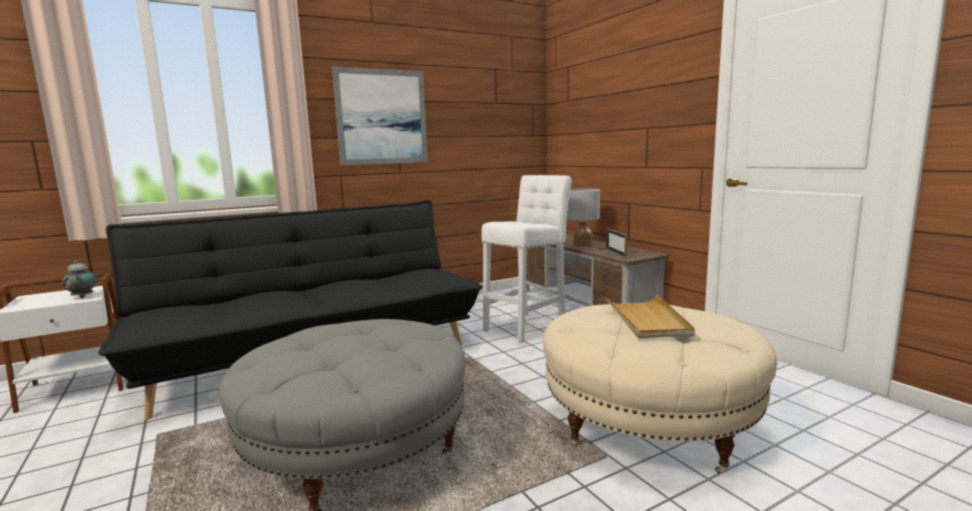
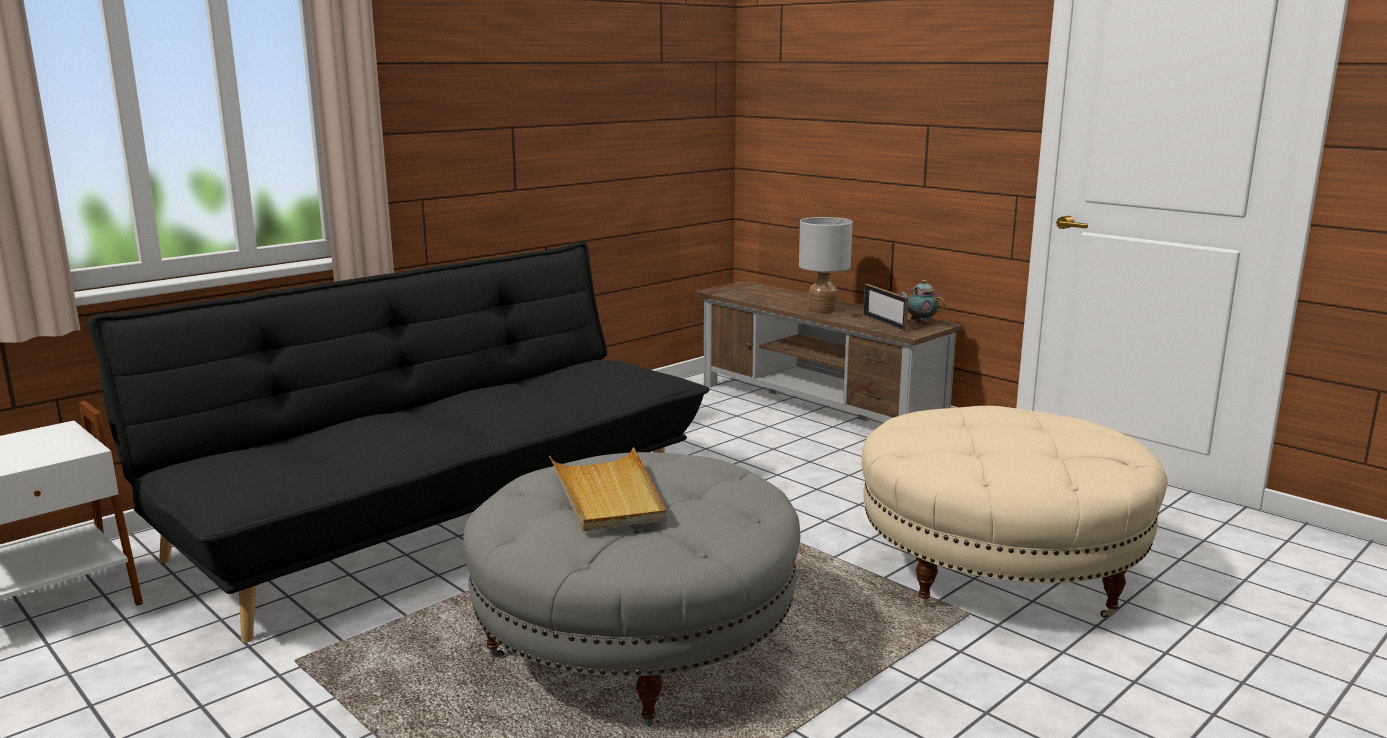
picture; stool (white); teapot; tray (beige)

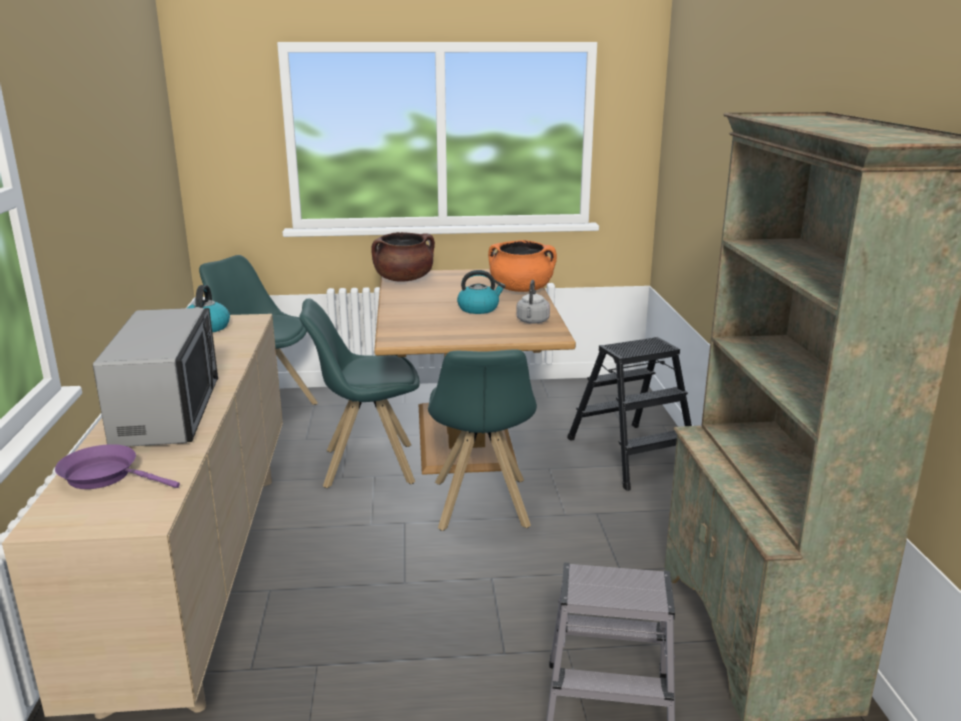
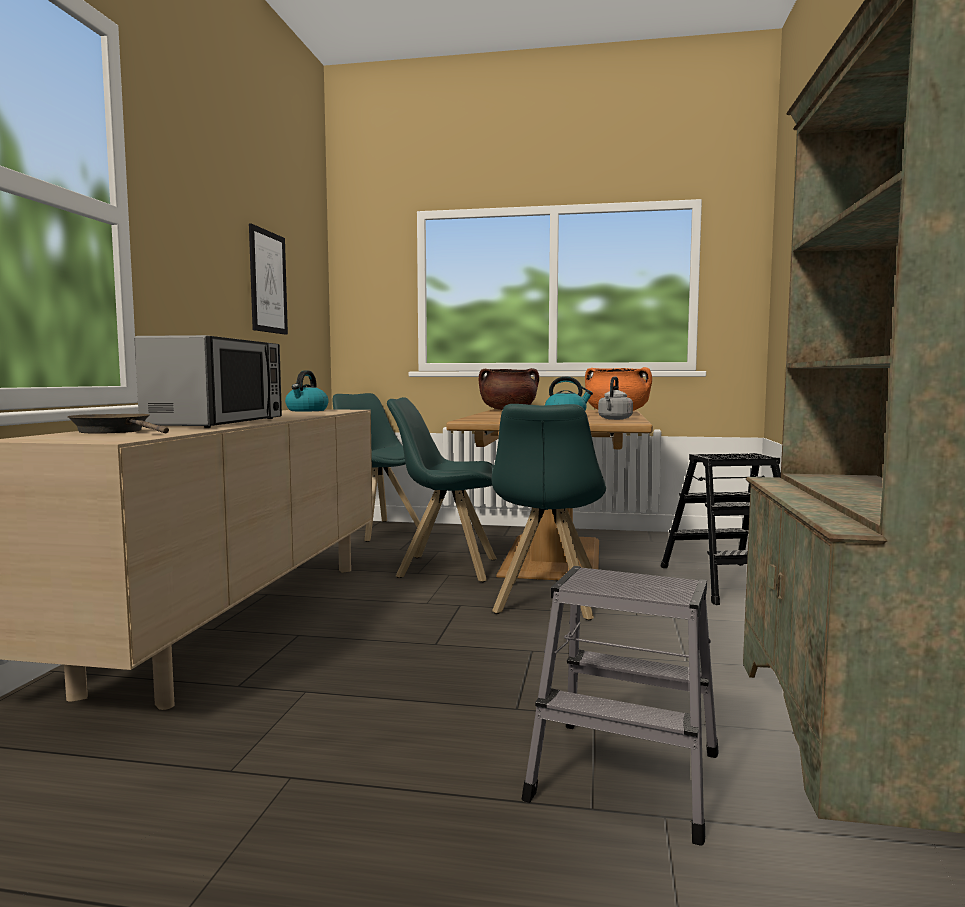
picture; frying pan (brown)

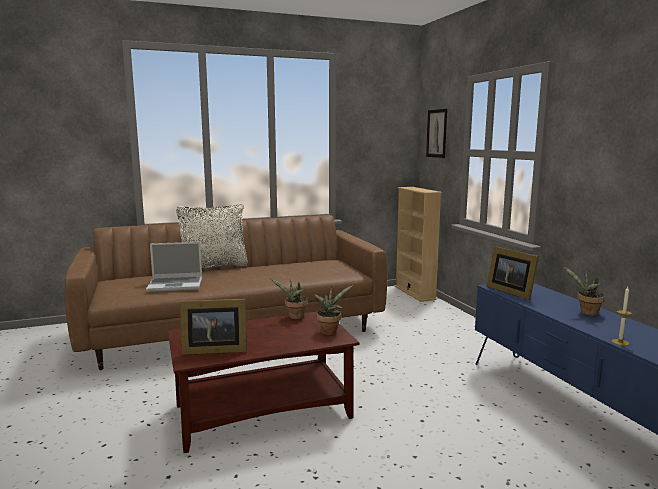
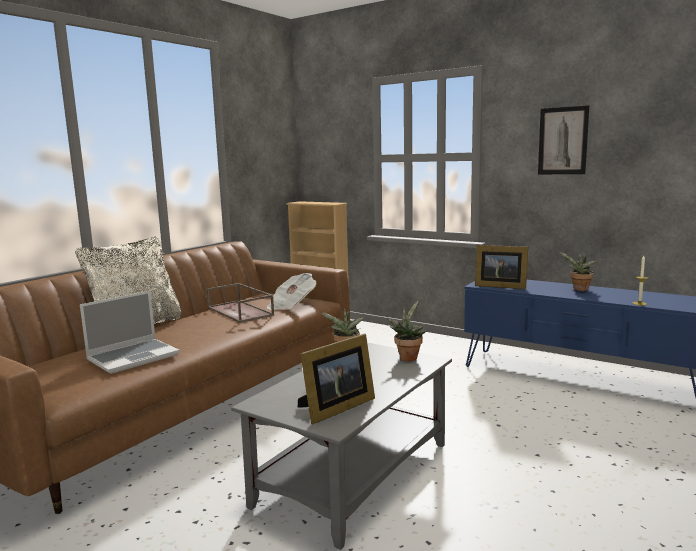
tray (brown); newspaper; picture; coffee table (grey)

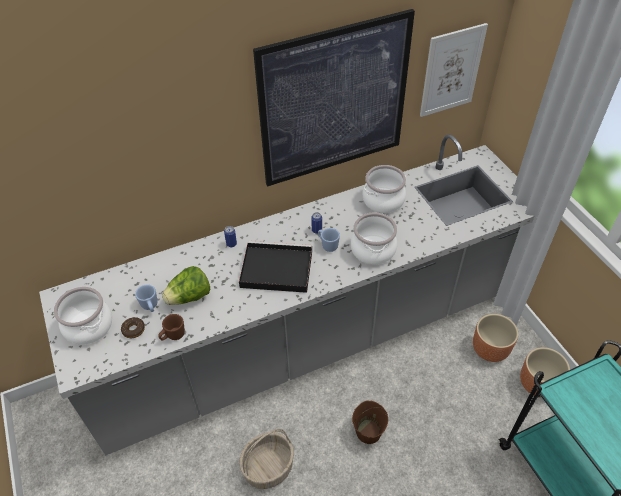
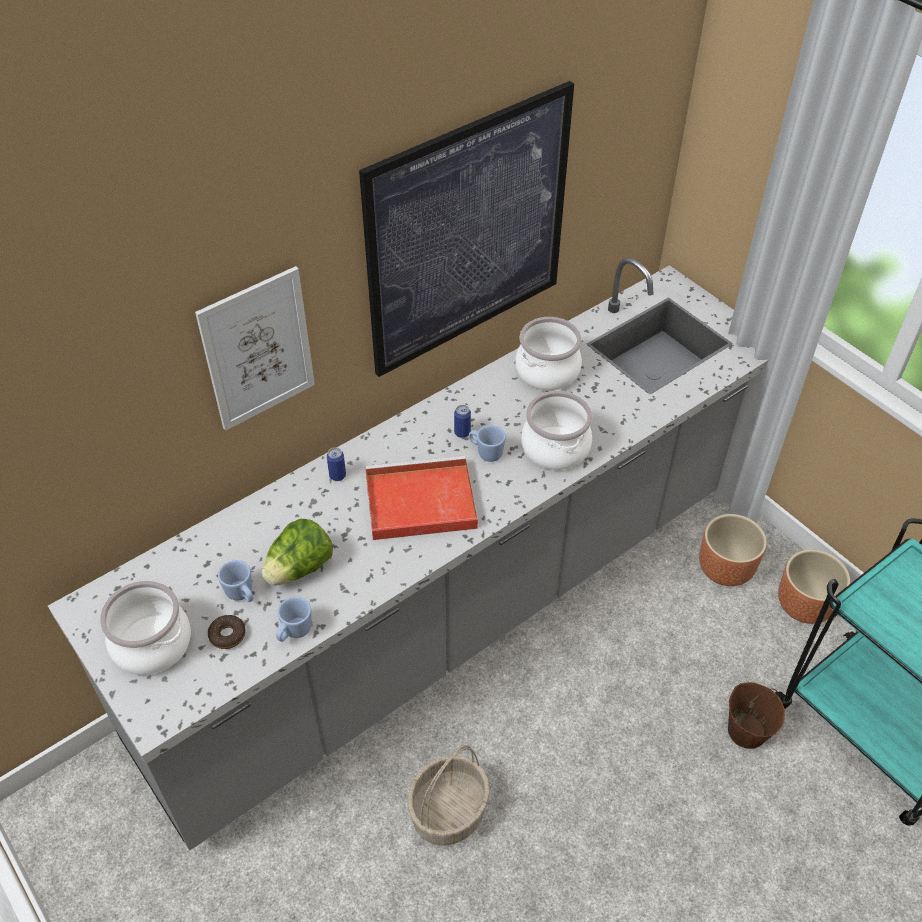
bucket (brown); picture (no. 1 from left); mug (blue) (no. 2 from left); tray (red)

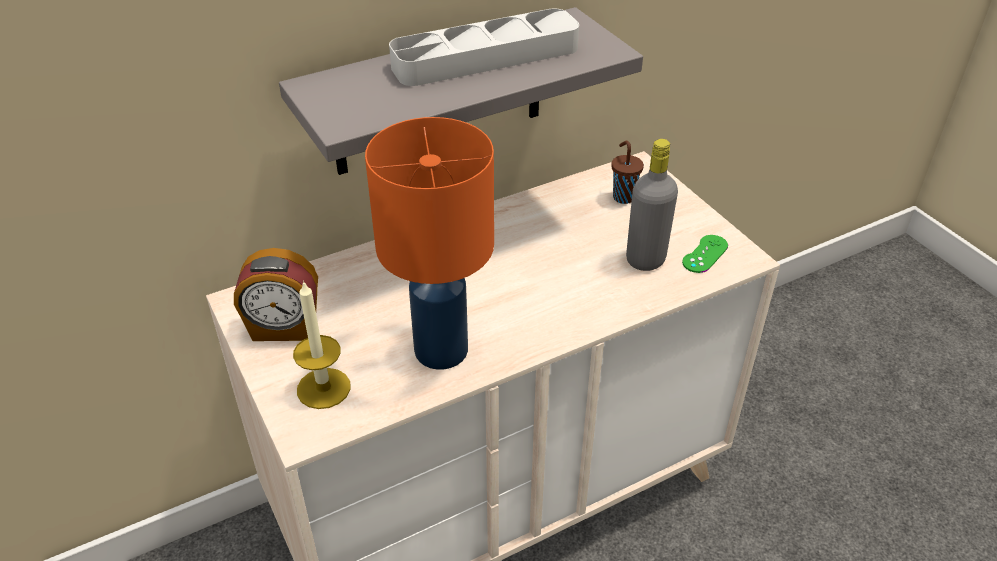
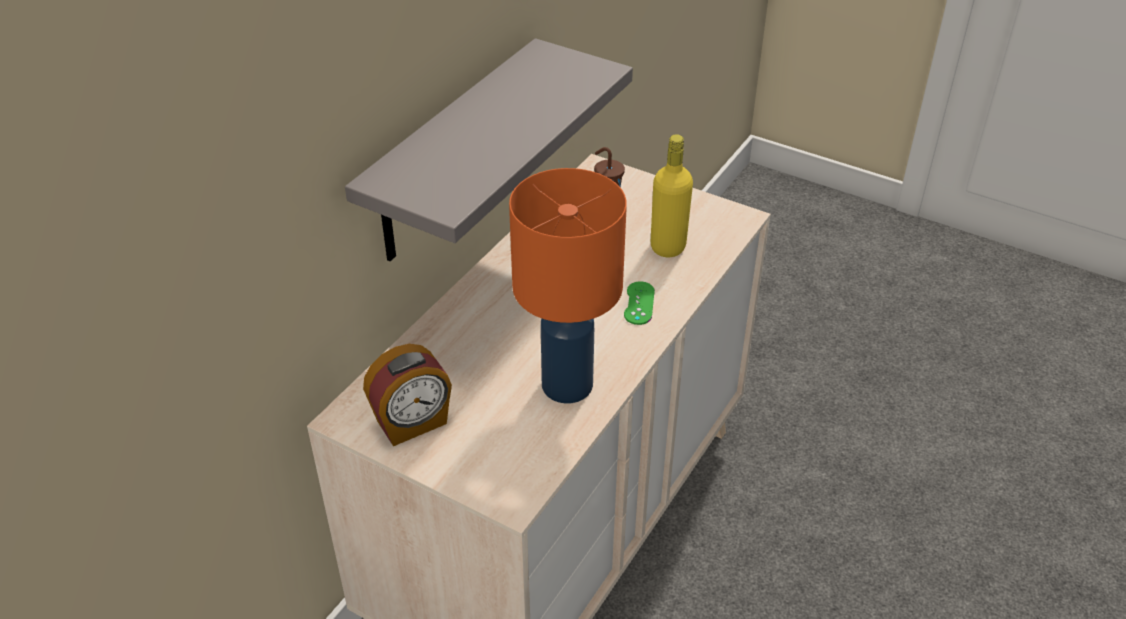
candle; tray (grey); game controller (green); bottle (yellow)

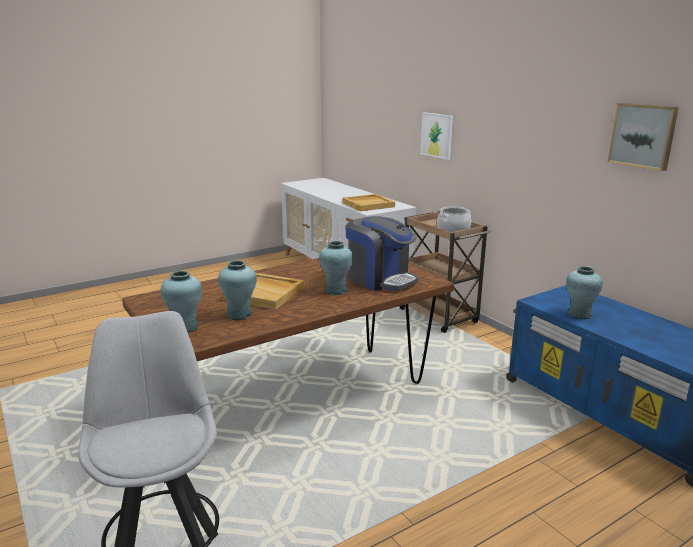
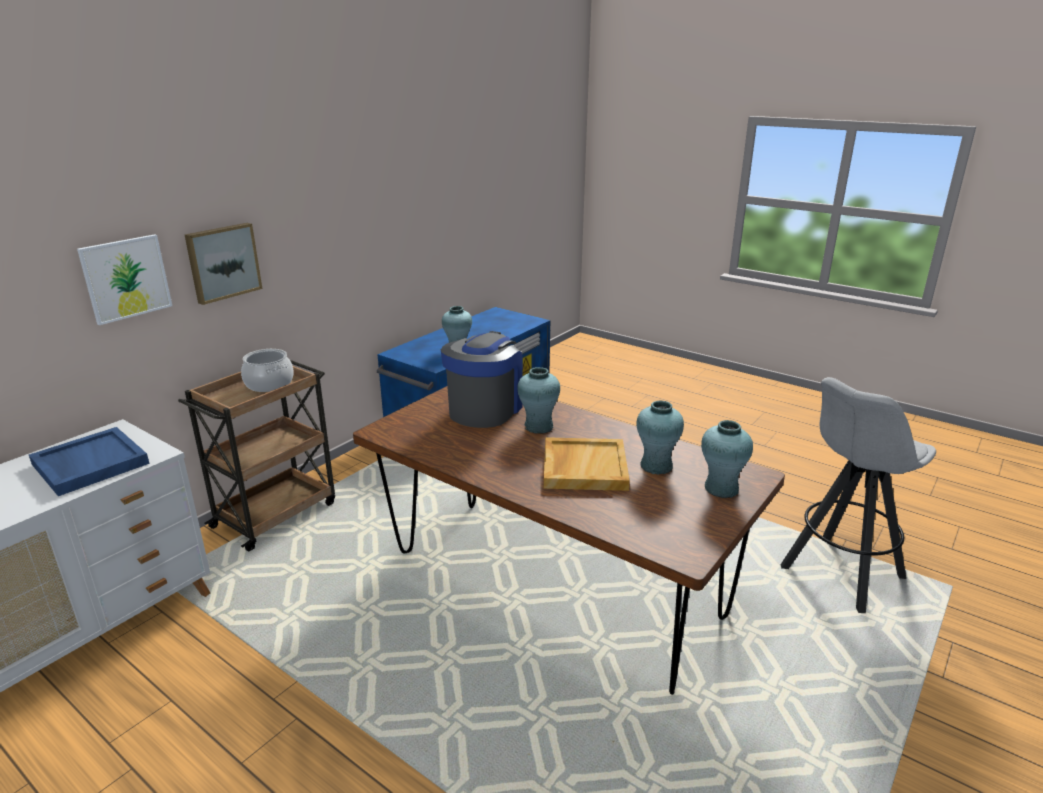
picture (no. 2 from left); tray (blue)

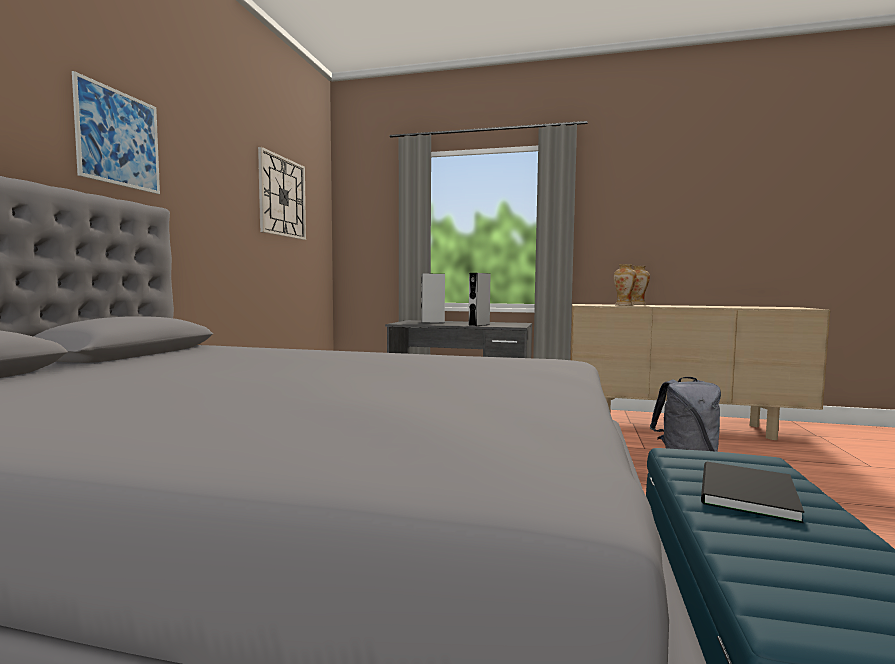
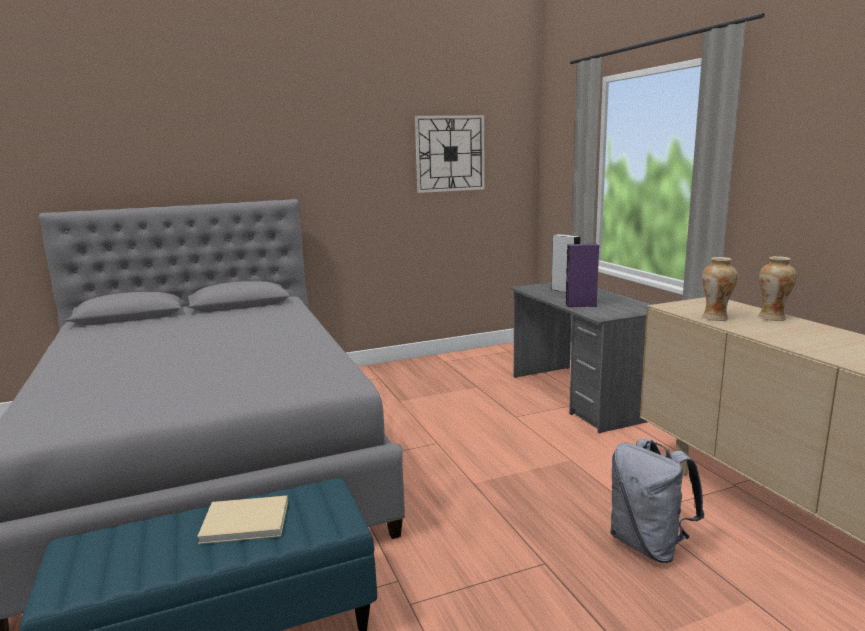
picture; speaker (purple); book (beige)

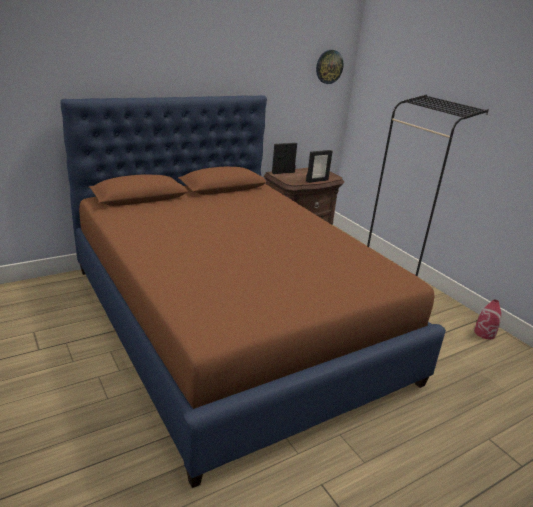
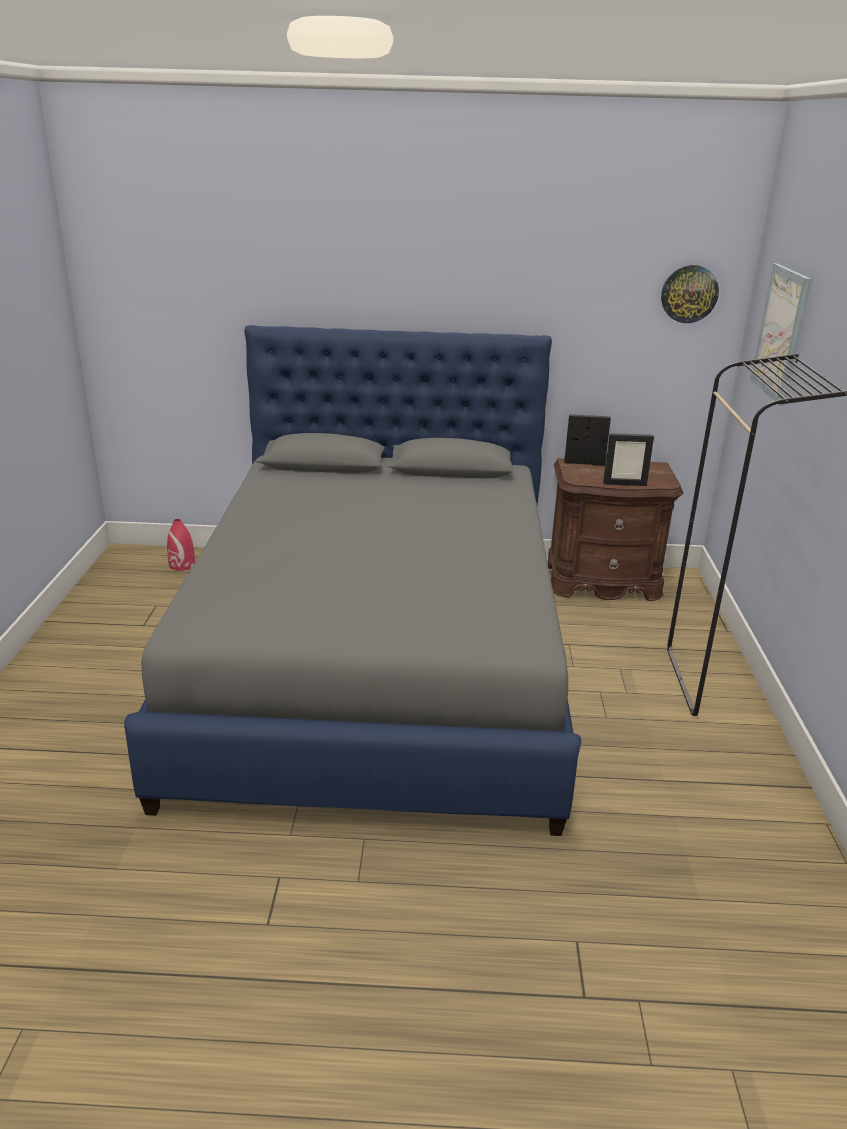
picture; vase (red); bed (grey)

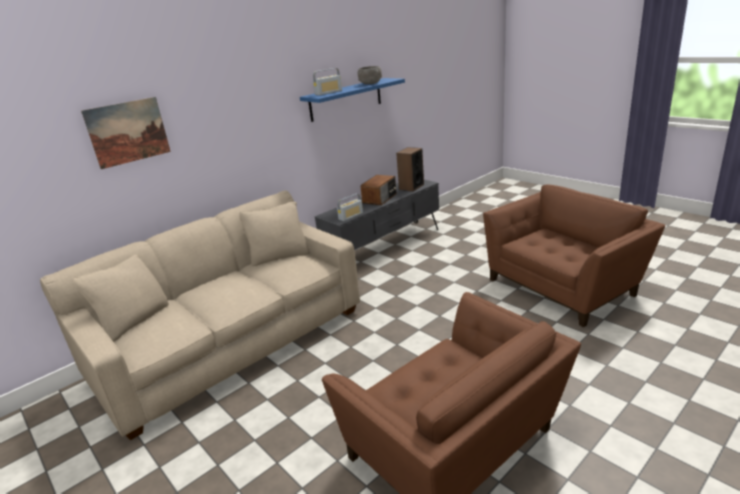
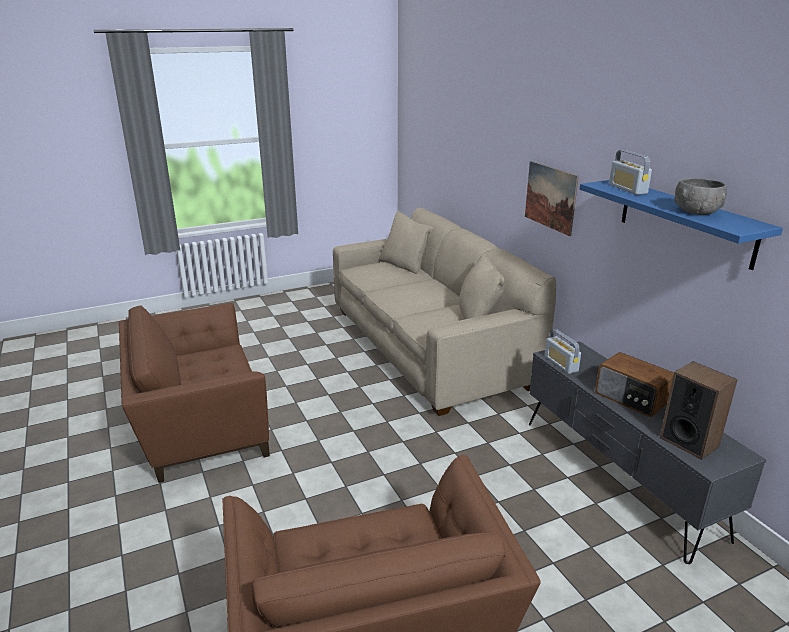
picture

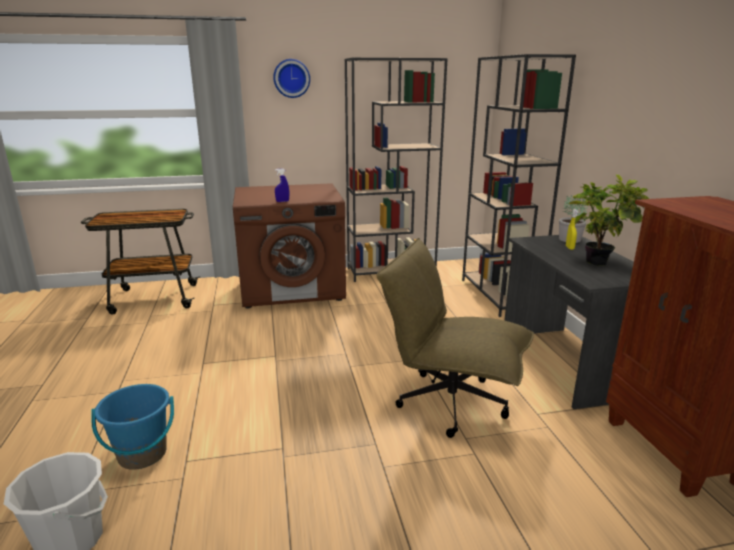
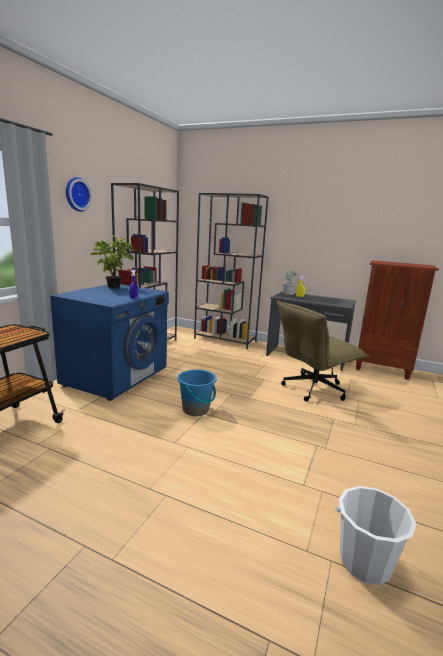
bucket (blue); potted plant (no. 1 from left); washing machine (blue)

